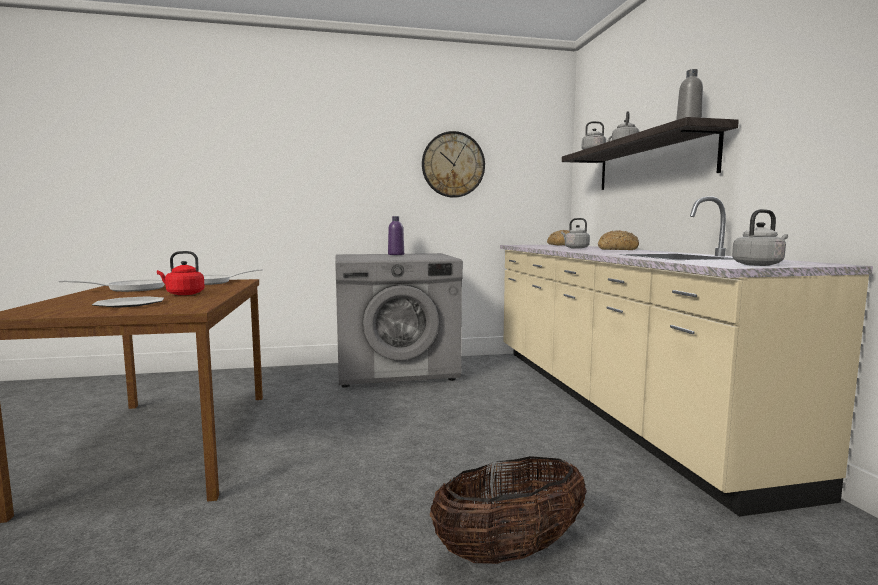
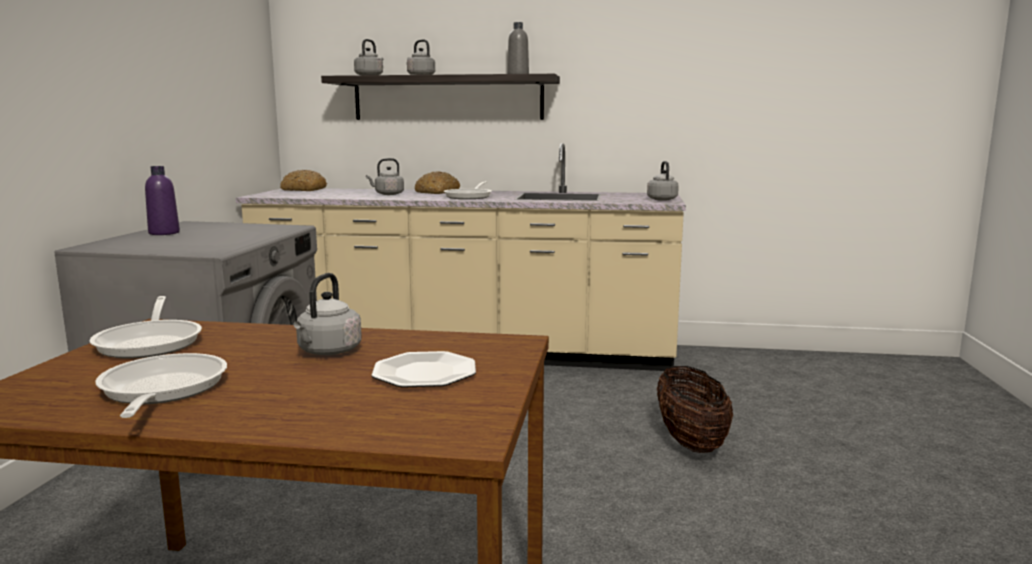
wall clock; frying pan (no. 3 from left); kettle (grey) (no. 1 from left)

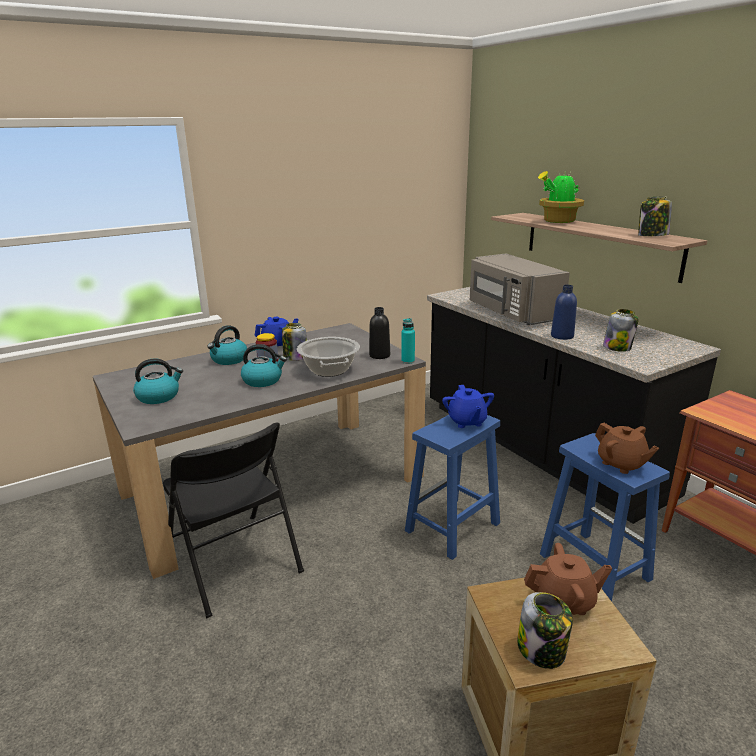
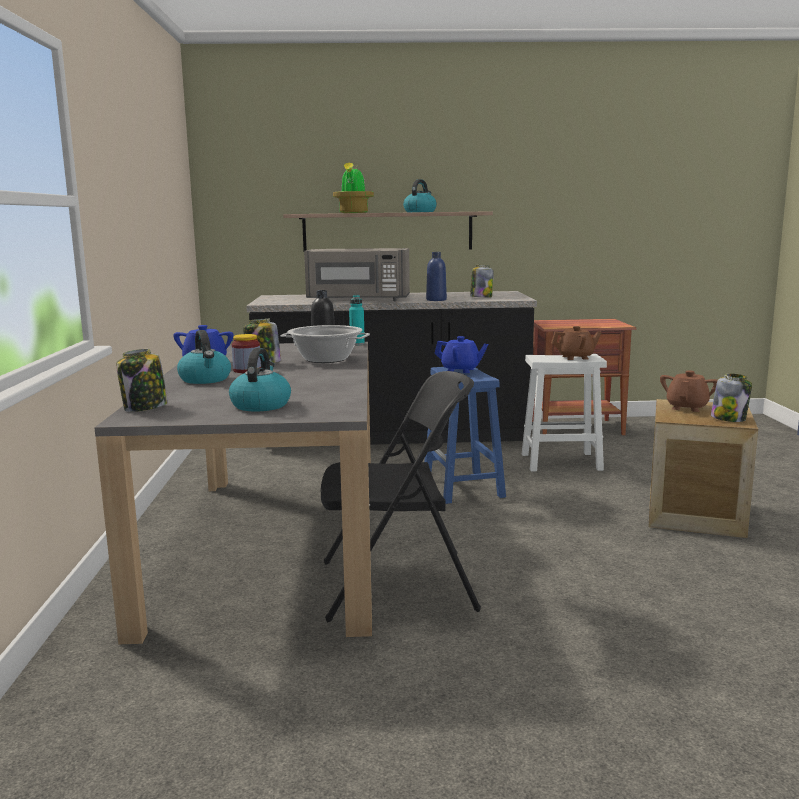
kettle (no. 3 from left); jar (no. 1 from left); stool (white)

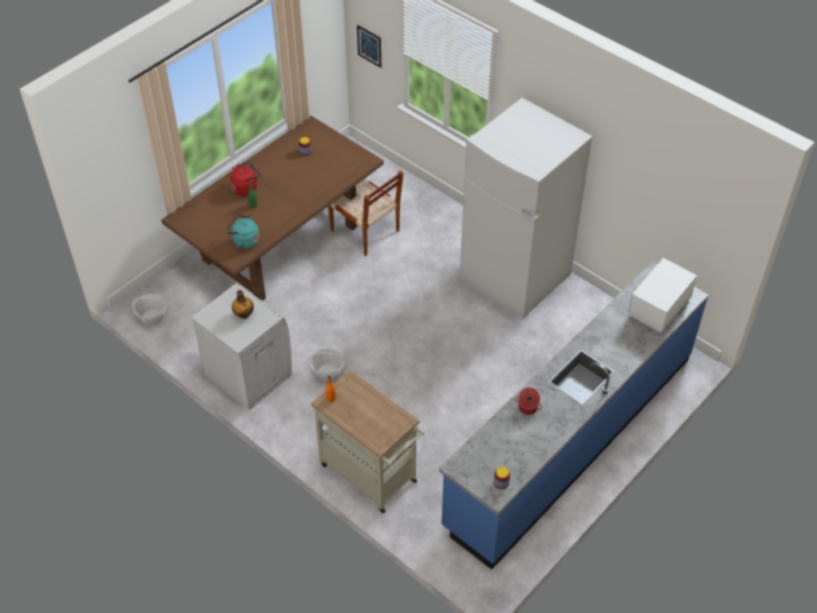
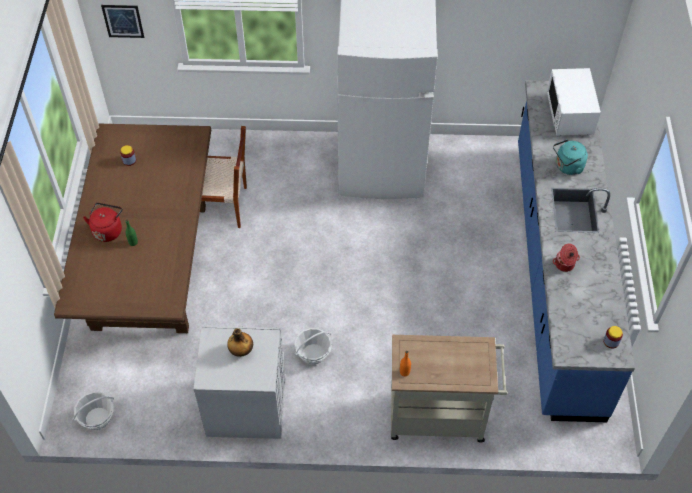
kettle (turquoise)

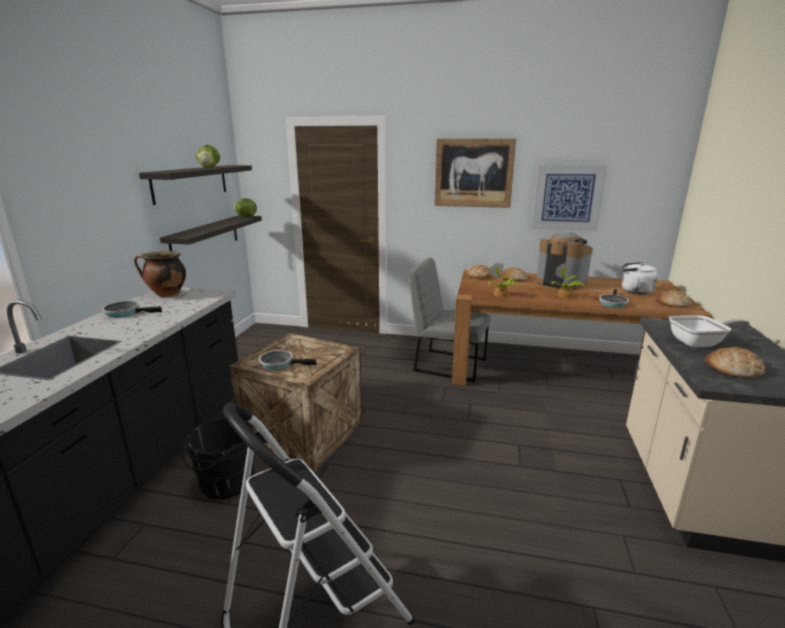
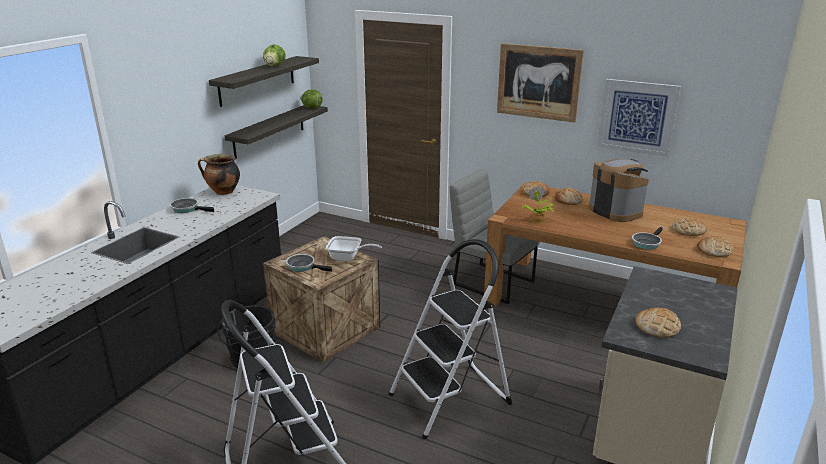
potted plant (no. 2 from left in the first image); step ladder (no. 2 from left); frying pan (no. 3 from left); bread (no. 4 from left)

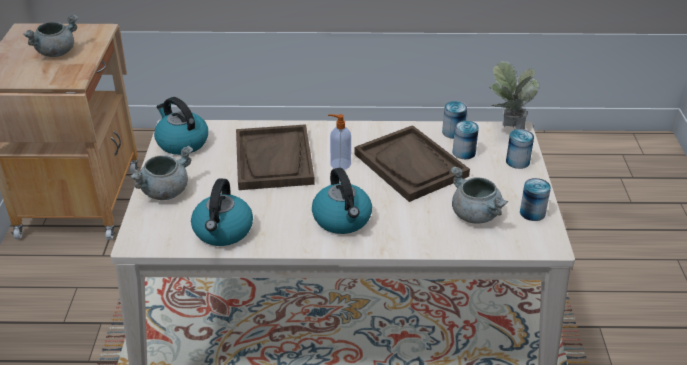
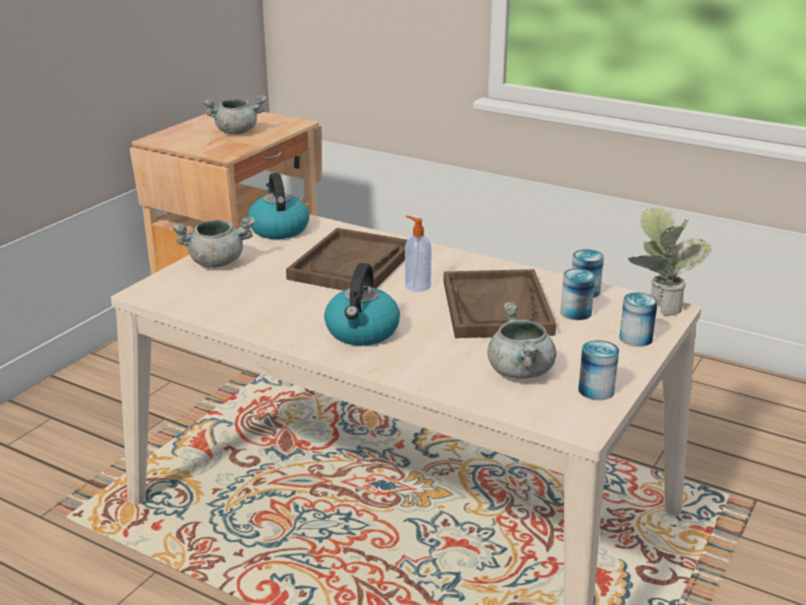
kettle (no. 2 from left in the first image)

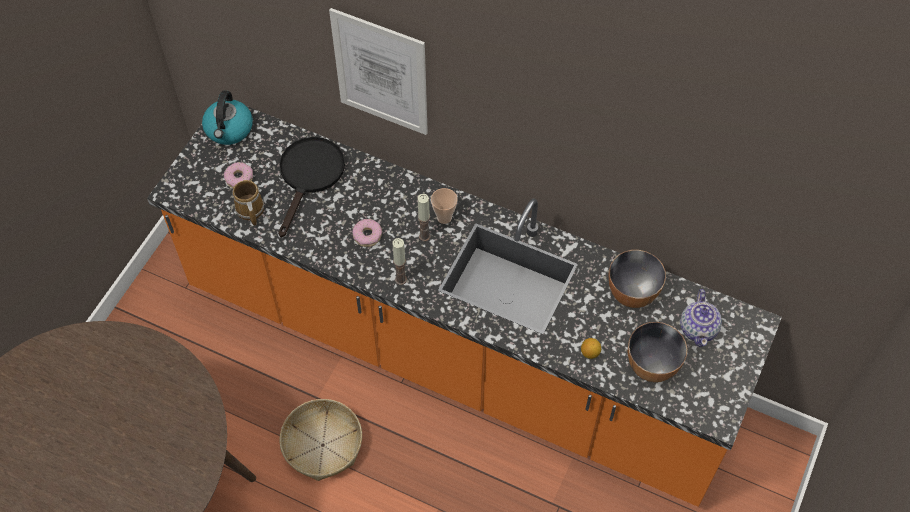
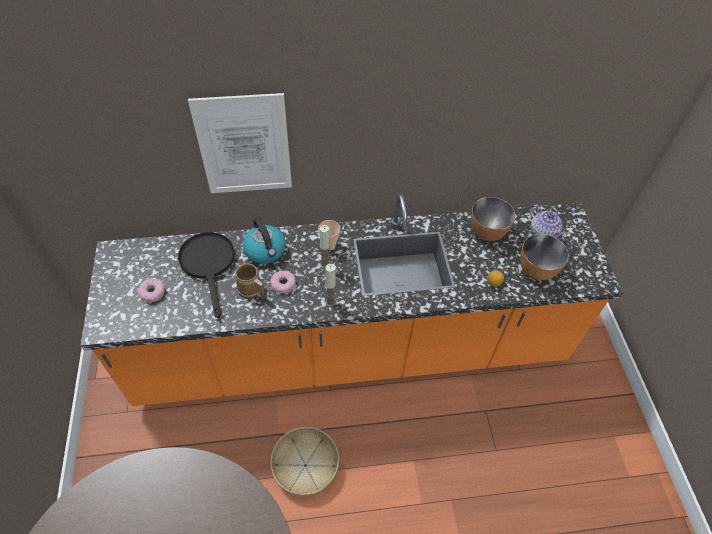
kettle; mug

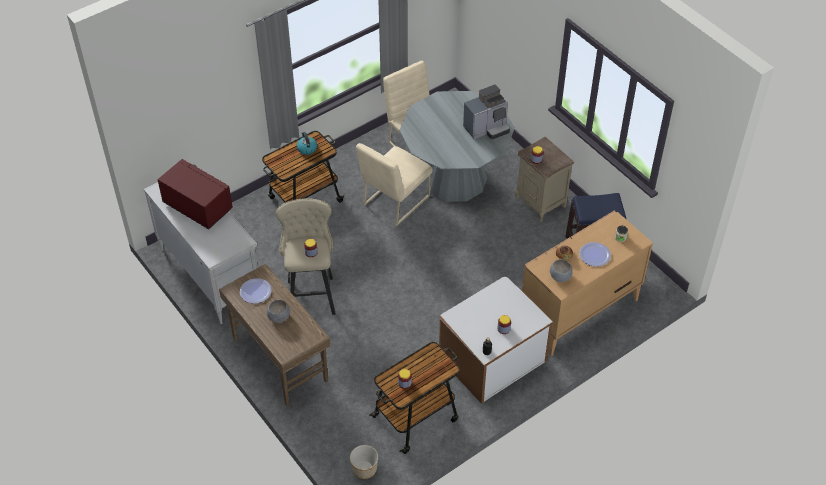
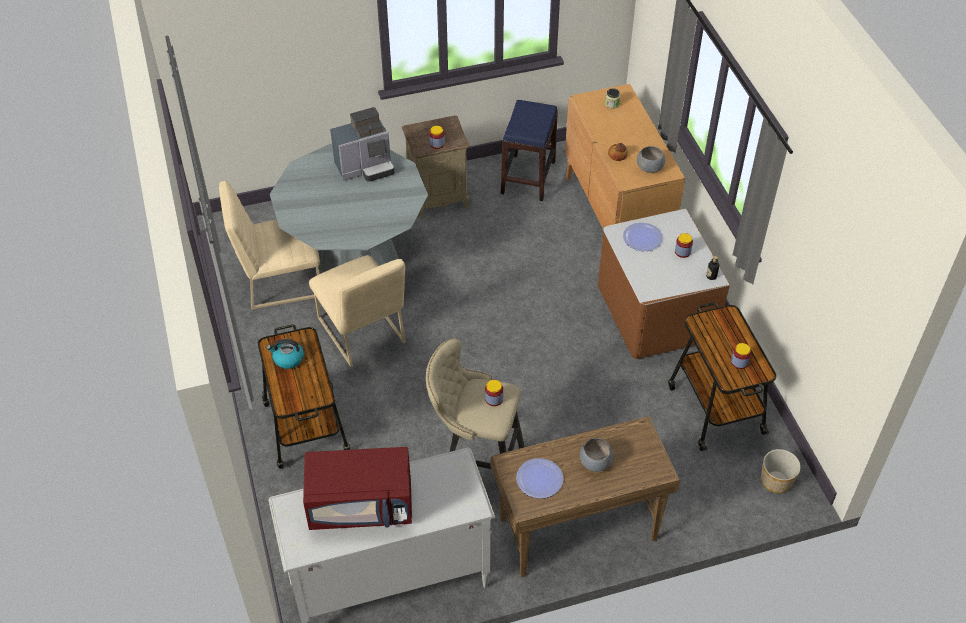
plate (no. 2 from left); microwave (red); coffee machine

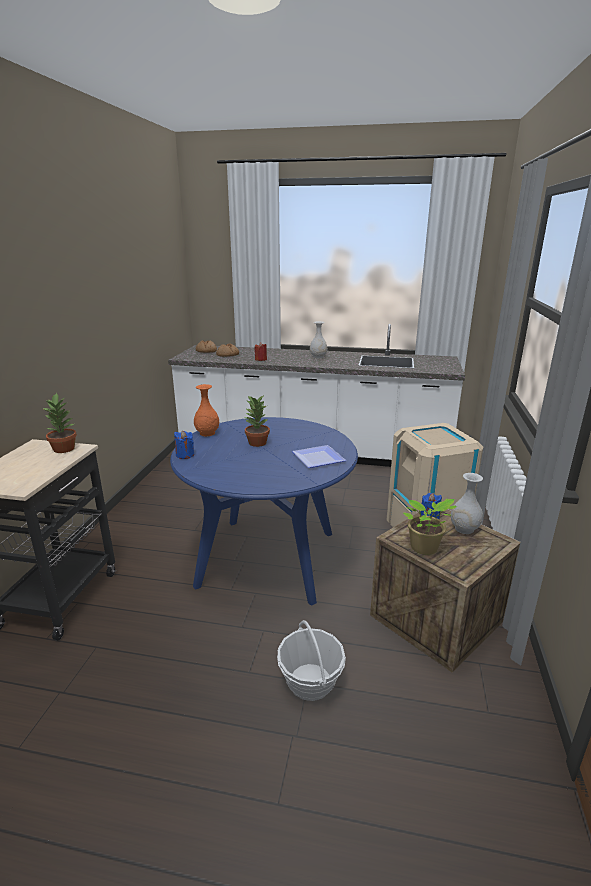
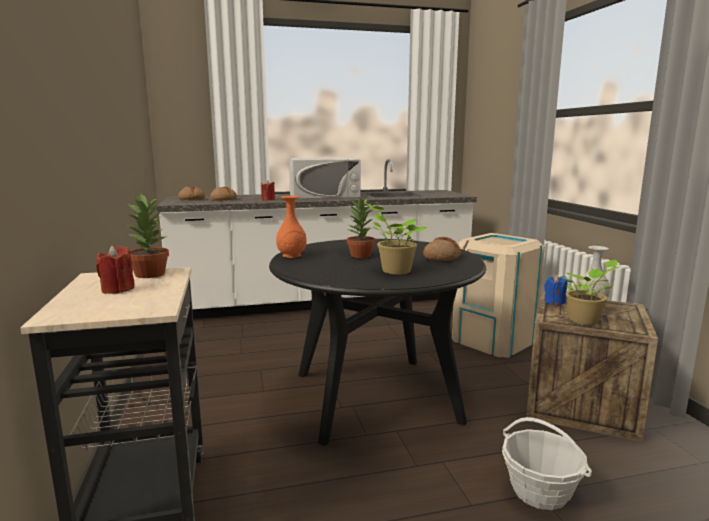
candle (blue) (no. 1 from left in the first image); candle (red) (no. 1 from left); potted plant (no. 3 from left); bread (no. 3 from left); microwave (white); dining table (black)

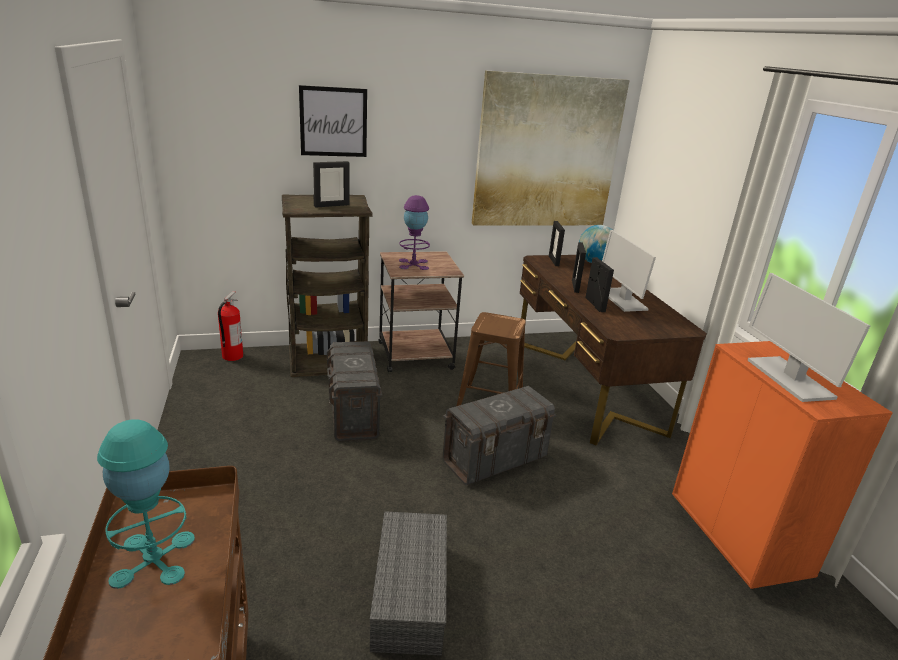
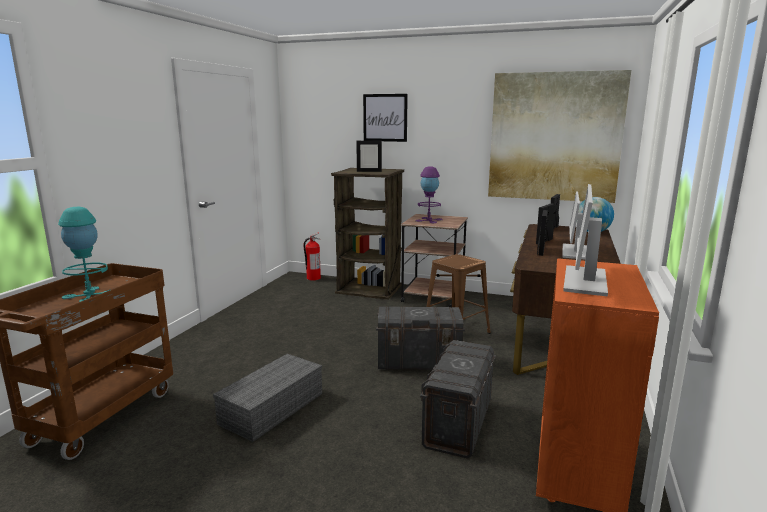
storage box (grey) (no. 3 from left)

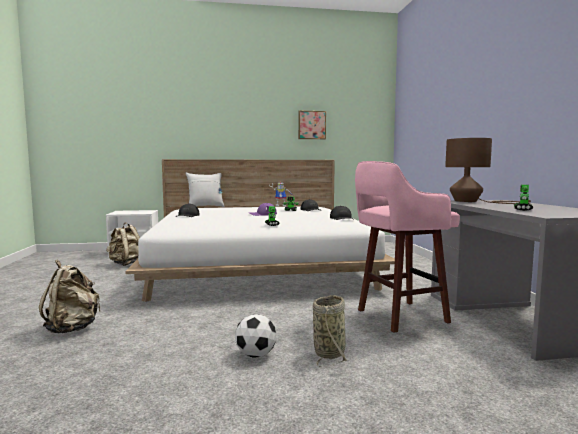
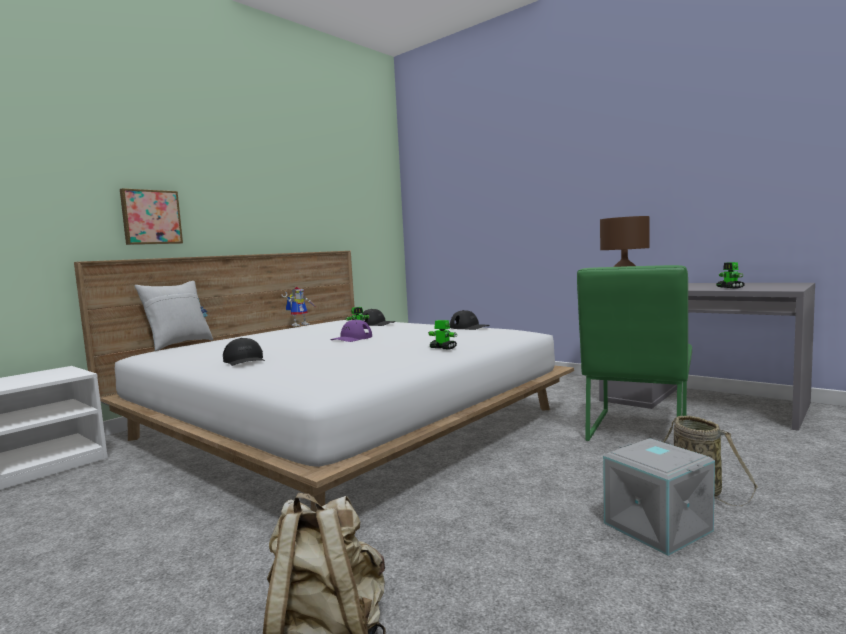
backpack (beige) (no. 2 from left in the first image); picture; storage box (grey); chair (green)

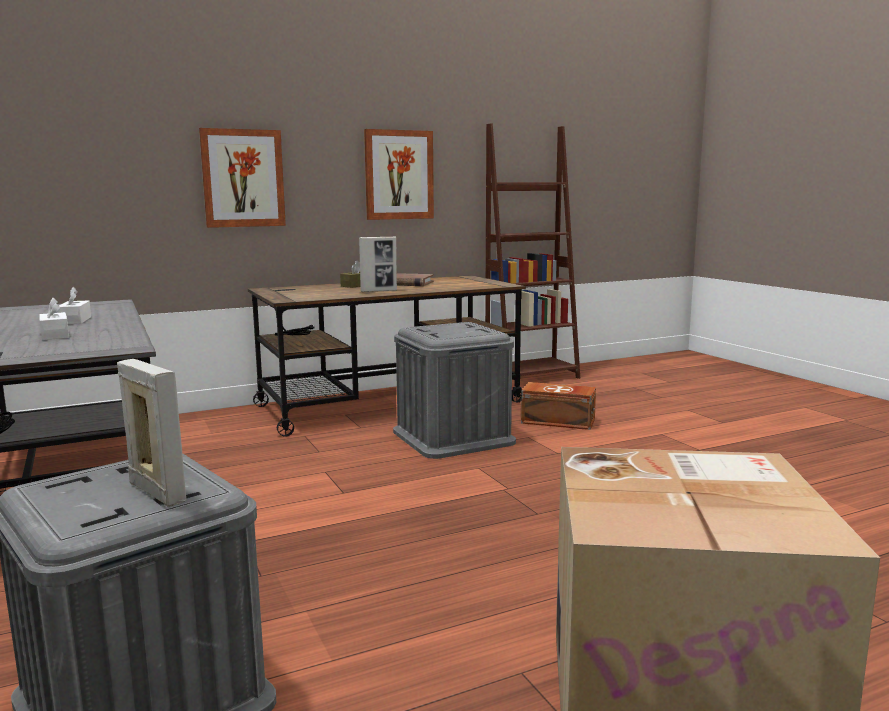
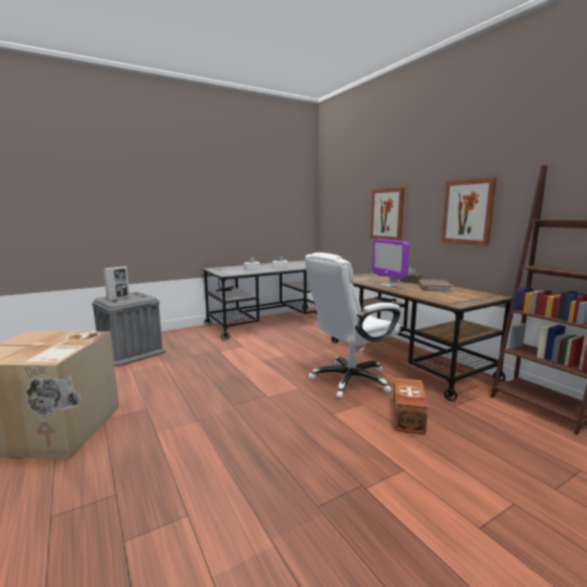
monitor; office chair (white)

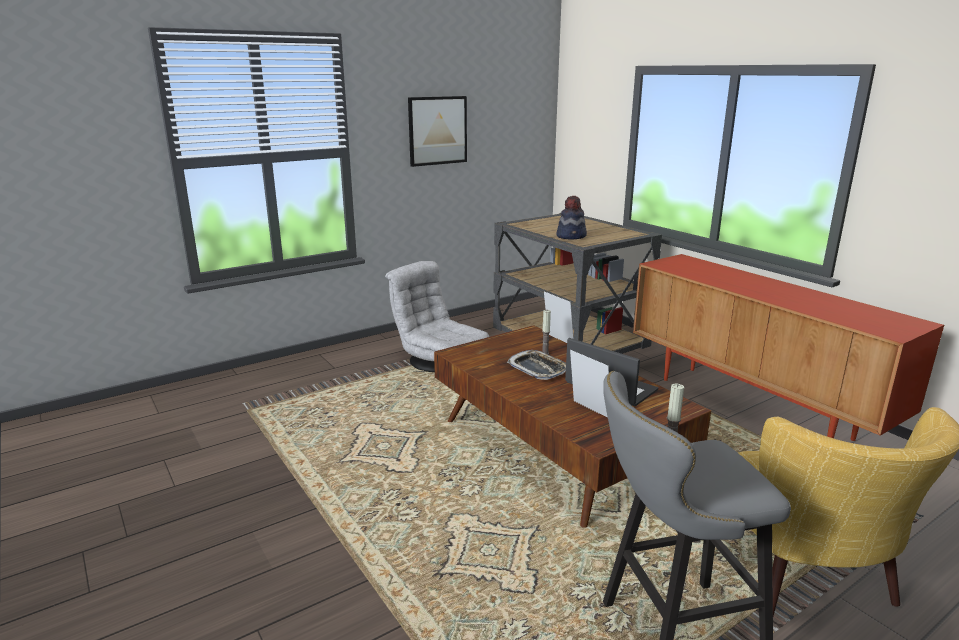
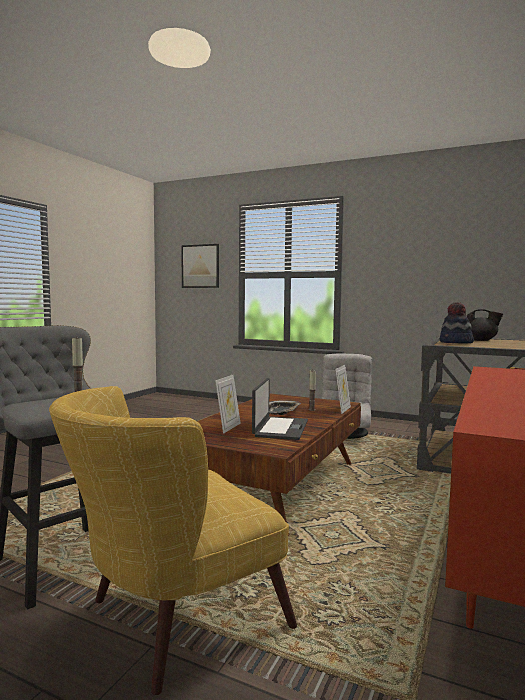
teapot (black); picture

